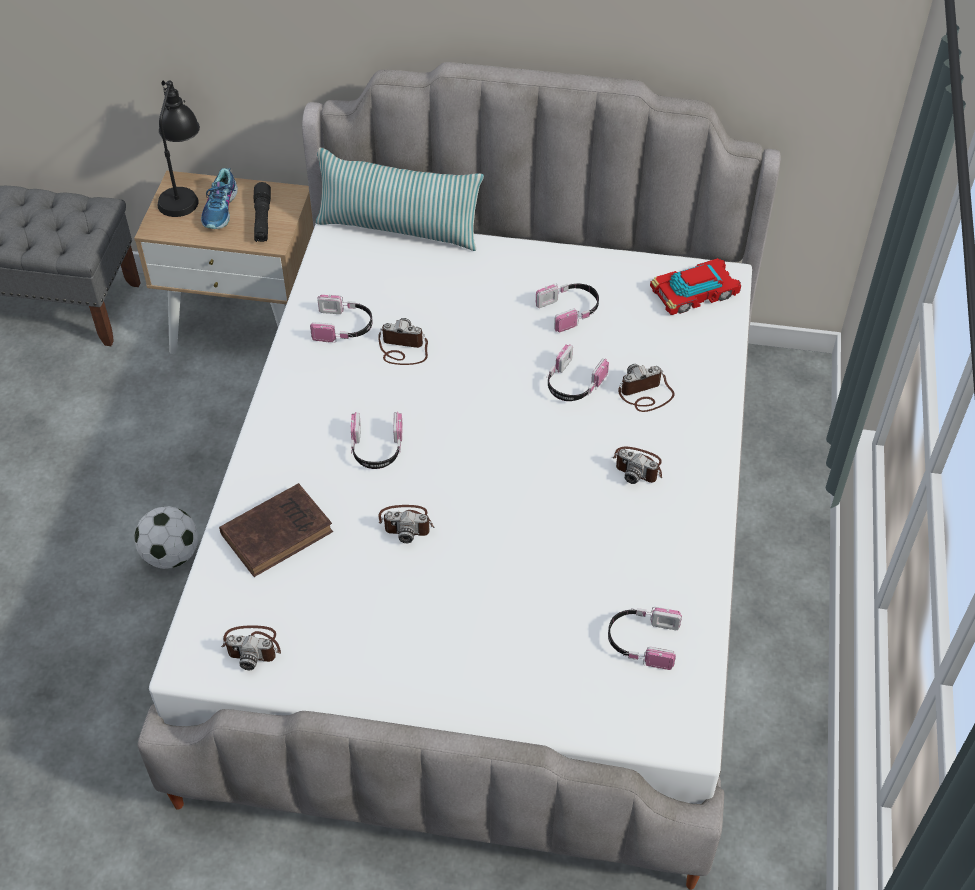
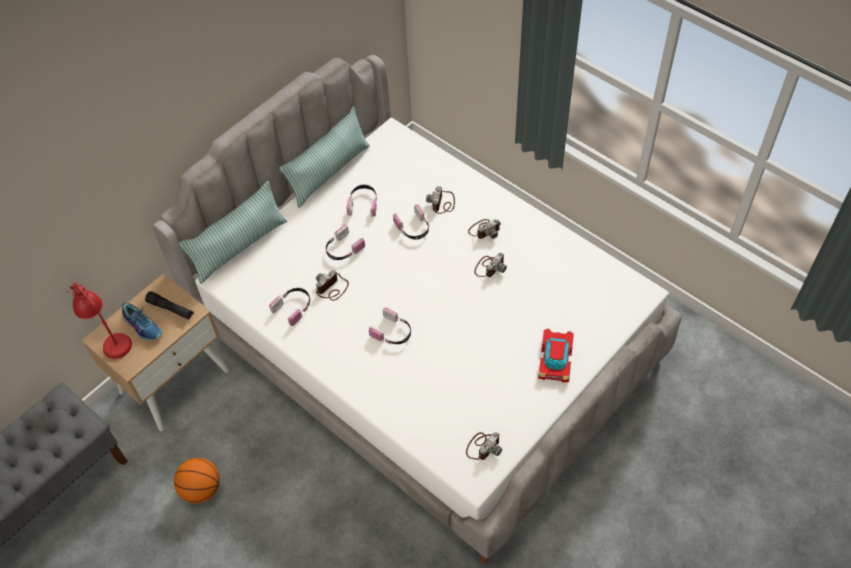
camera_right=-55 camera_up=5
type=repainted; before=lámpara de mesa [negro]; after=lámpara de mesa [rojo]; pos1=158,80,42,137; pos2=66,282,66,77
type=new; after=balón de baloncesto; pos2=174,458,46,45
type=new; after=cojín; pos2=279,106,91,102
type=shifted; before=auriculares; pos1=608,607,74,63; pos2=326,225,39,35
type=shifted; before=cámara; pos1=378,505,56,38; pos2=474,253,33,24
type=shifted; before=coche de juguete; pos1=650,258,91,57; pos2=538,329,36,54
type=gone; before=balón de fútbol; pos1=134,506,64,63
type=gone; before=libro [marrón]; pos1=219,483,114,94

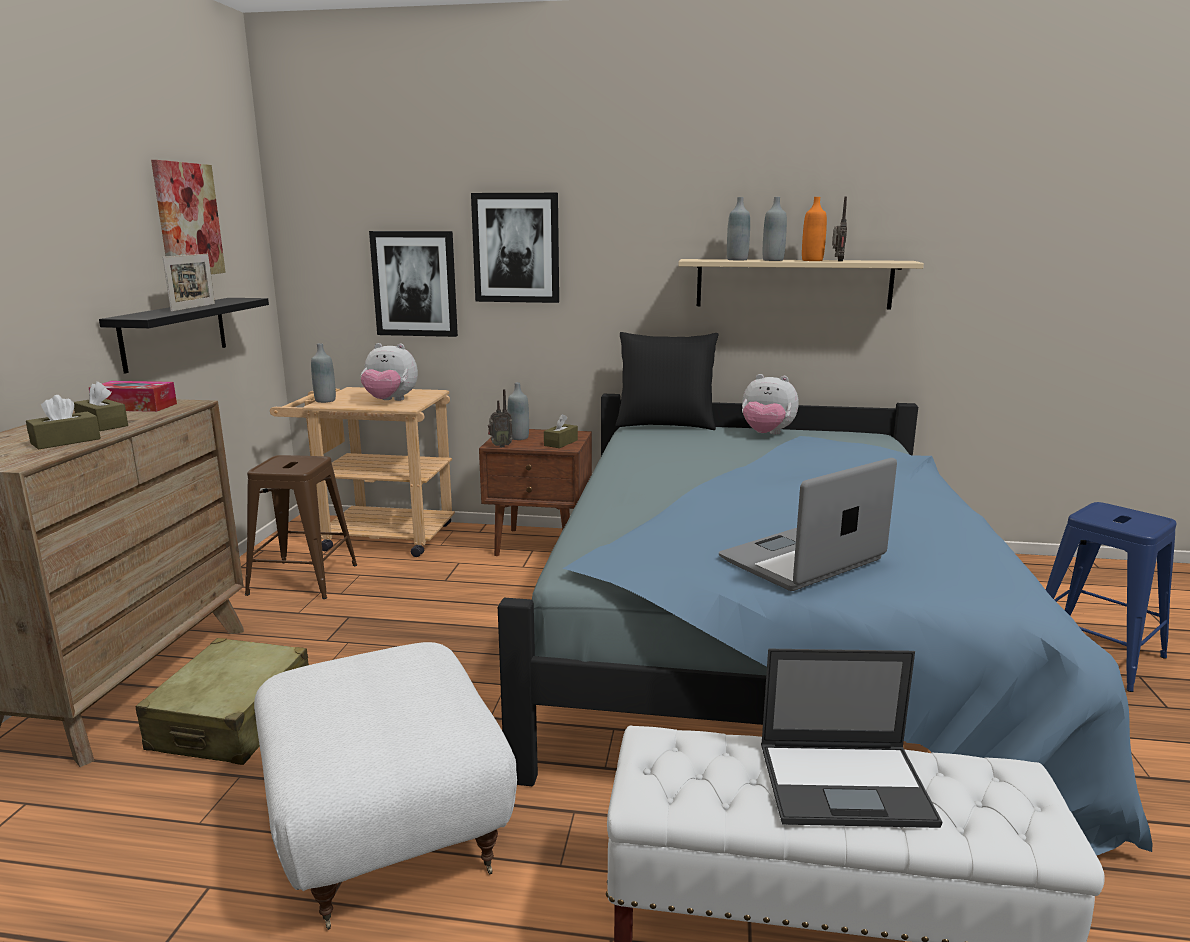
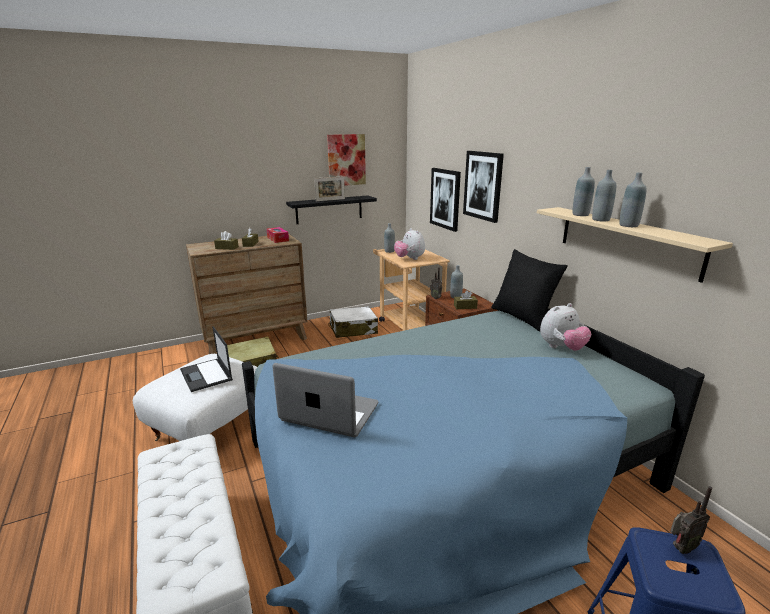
camera_right=55 camera_up=5
type=shifted; before=portátil; pos1=761,649,181,179; pos2=180,326,53,66
type=swapped; before=taburete [marrón]; after=maleta [blanco]; pos1=245,455,112,144; pos2=328,306,50,32
type=rotated; before=peluche; pos1=742,374,57,61; pos2=540,303,52,48; turn=-105
type=repainted; before=botella [naranja]; after=botella [gris]; pos1=802,197,25,64; pos2=619,173,28,54
type=shifted; before=radio; pos1=832,197,15,64; pos2=670,486,42,68

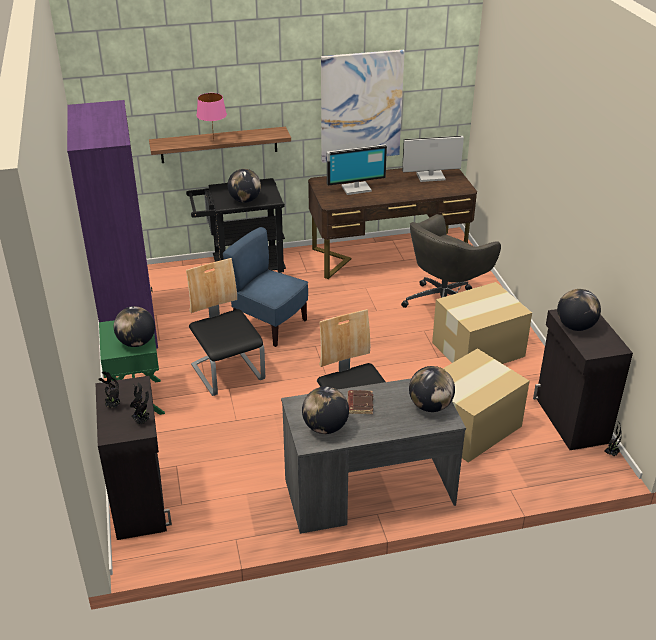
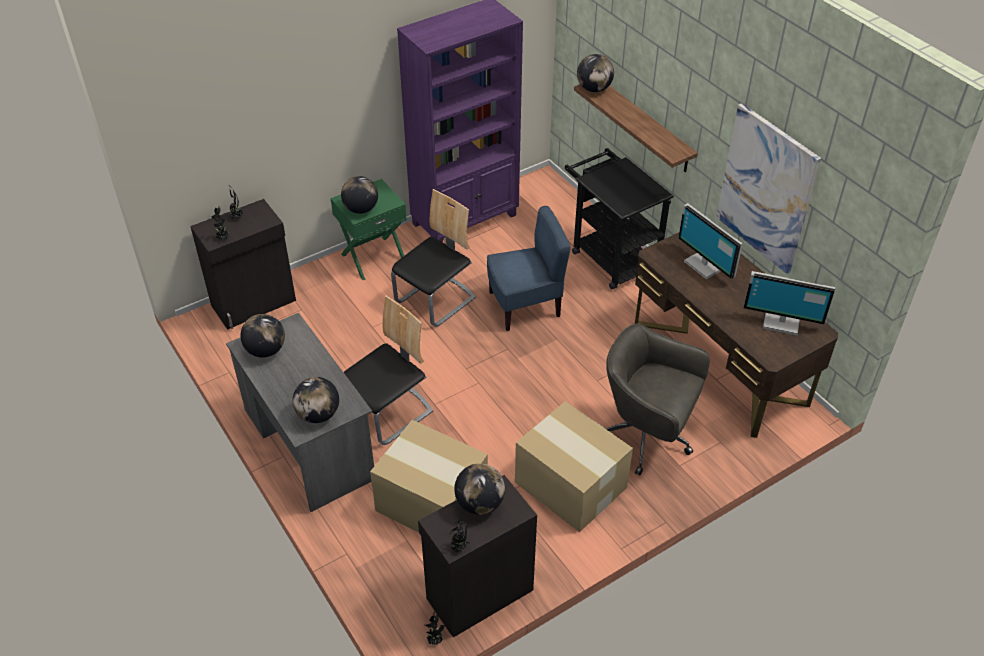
camera_right=70 camera_up=10
type=new; after=planta en maceta; pos2=449,519,19,33
type=rotated; before=silla [azul]; pos1=223,227,85,120; pos2=487,206,84,125; turn=60
type=shifted; before=globo terráqueo; pos1=227,169,34,34; pos2=577,54,37,38
type=rotated; before=monitor; pos1=402,136,62,46; pos2=743,271,92,64; turn=135
type=gone; before=lámpara de mesa [rosa]; pos1=196,93,31,47
type=gone; before=libro [marrón]; pos1=348,390,25,24

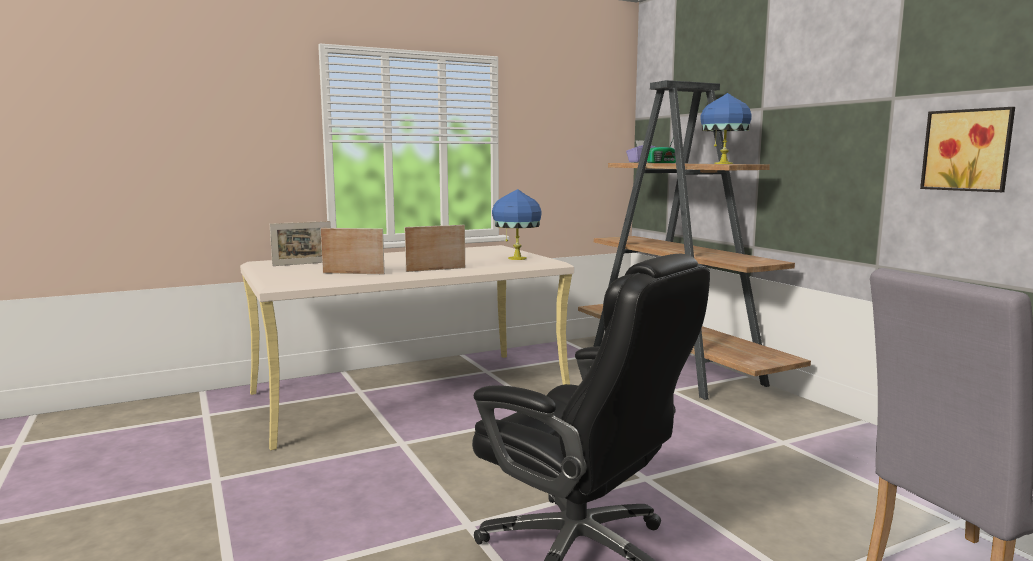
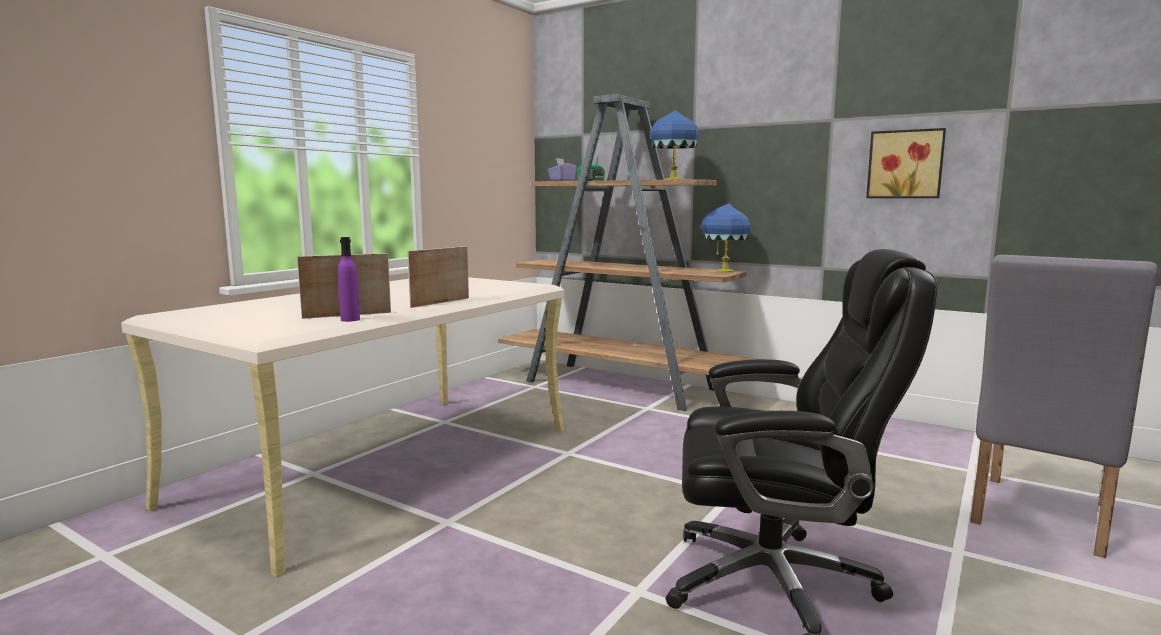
camera_right=-30 camera_up=0
type=new; after=botella [morado]; pos2=338,237,22,85
type=shifted; before=lámpara de mesa [azul]; pos1=492,189,50,71; pos2=701,203,50,69
type=gone; before=portarretratos; pos1=270,221,61,45

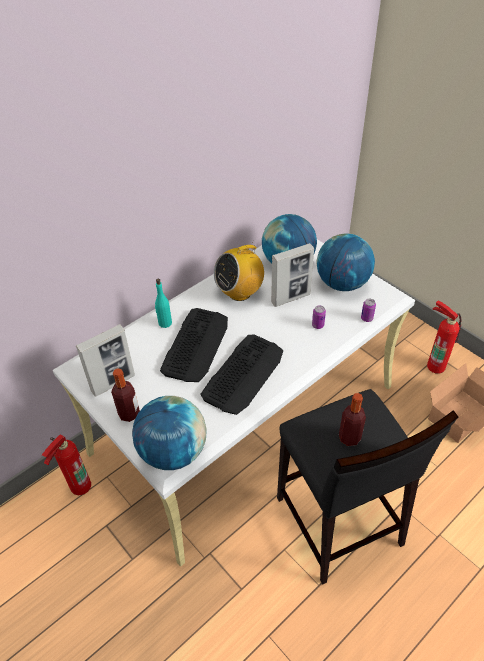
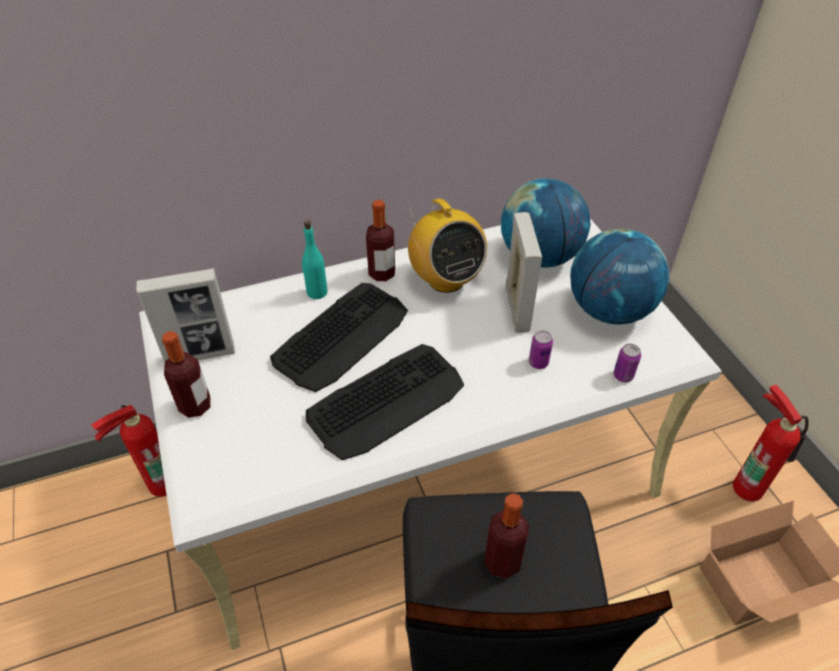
camera_right=20 camera_up=0
type=new; after=botella; pos2=366,200,29,81
type=rotated; before=radio; pos1=214,240,50,61; pos2=408,199,79,94; turn=-105
type=rotated; before=portarretratos; pos1=271,243,43,64; pos2=505,212,37,121; turn=-90
type=gone; before=globo terráqueo; pos1=132,396,75,74

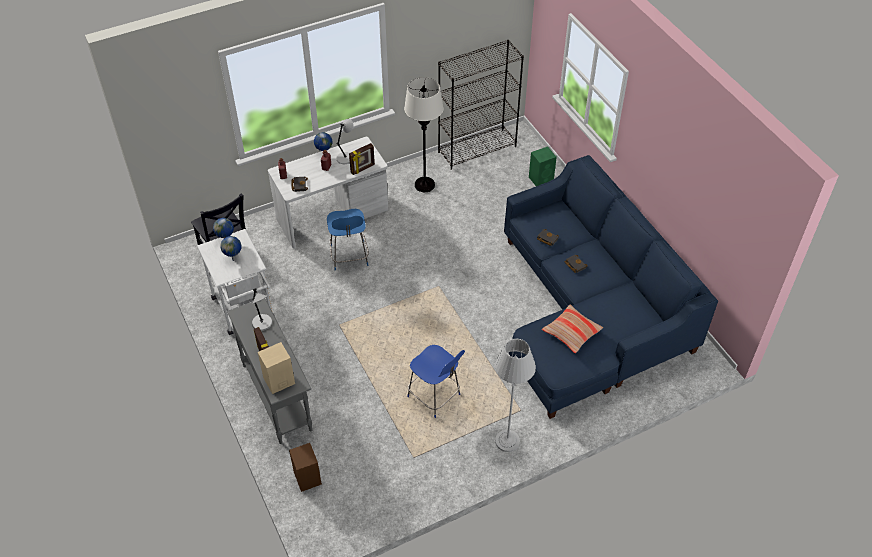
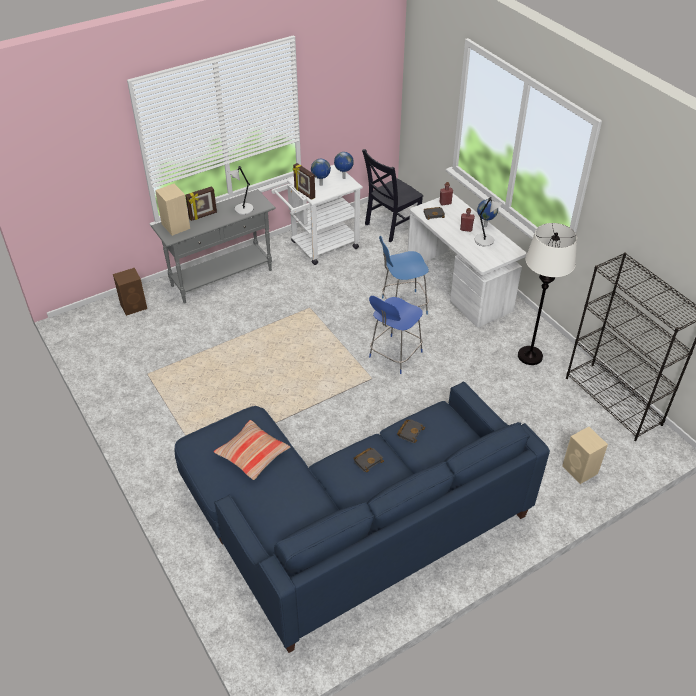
camera_right=85 camera_up=-5
type=shifted; before=portarretratos; pos1=349,143,26,32; pos2=293,163,22,37
type=shifted; before=silla [azul]; pos1=407,345,58,73; pos2=369,296,54,78
type=repainted; before=altavoz [verde]; after=altavoz [beis]; pos1=529,146,28,40; pos2=562,427,46,57
type=gone; before=lámpara de pie [gris]; pos1=495,339,41,113

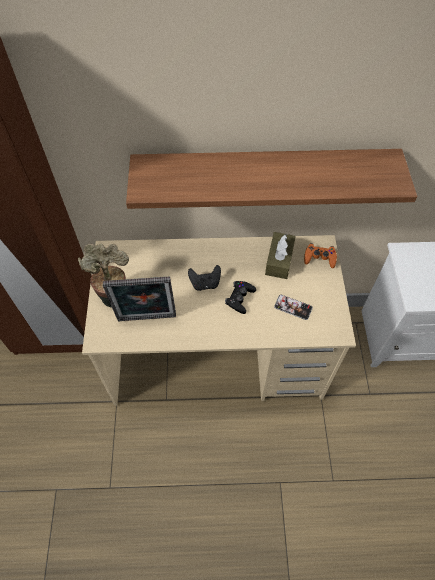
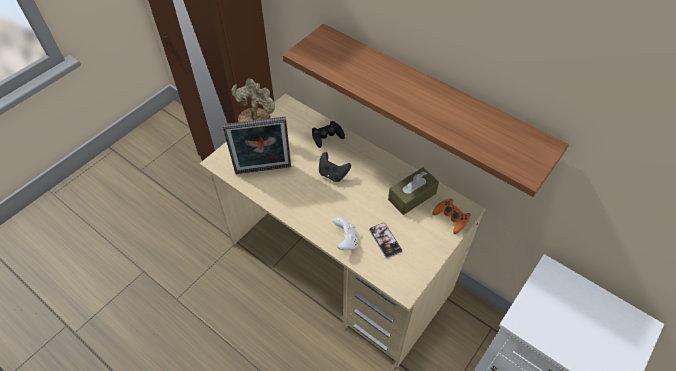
camera_right=40 camera_up=-5
type=rotated; before=portarretratos; pos1=103,277,73,44; pos2=223,117,68,57; turn=-45
type=shifted; before=mando de consola [negro]; pos1=225,281,31,33; pos2=312,121,33,27
type=new; after=mando de consola [blanco]; pos2=333,217,26,33

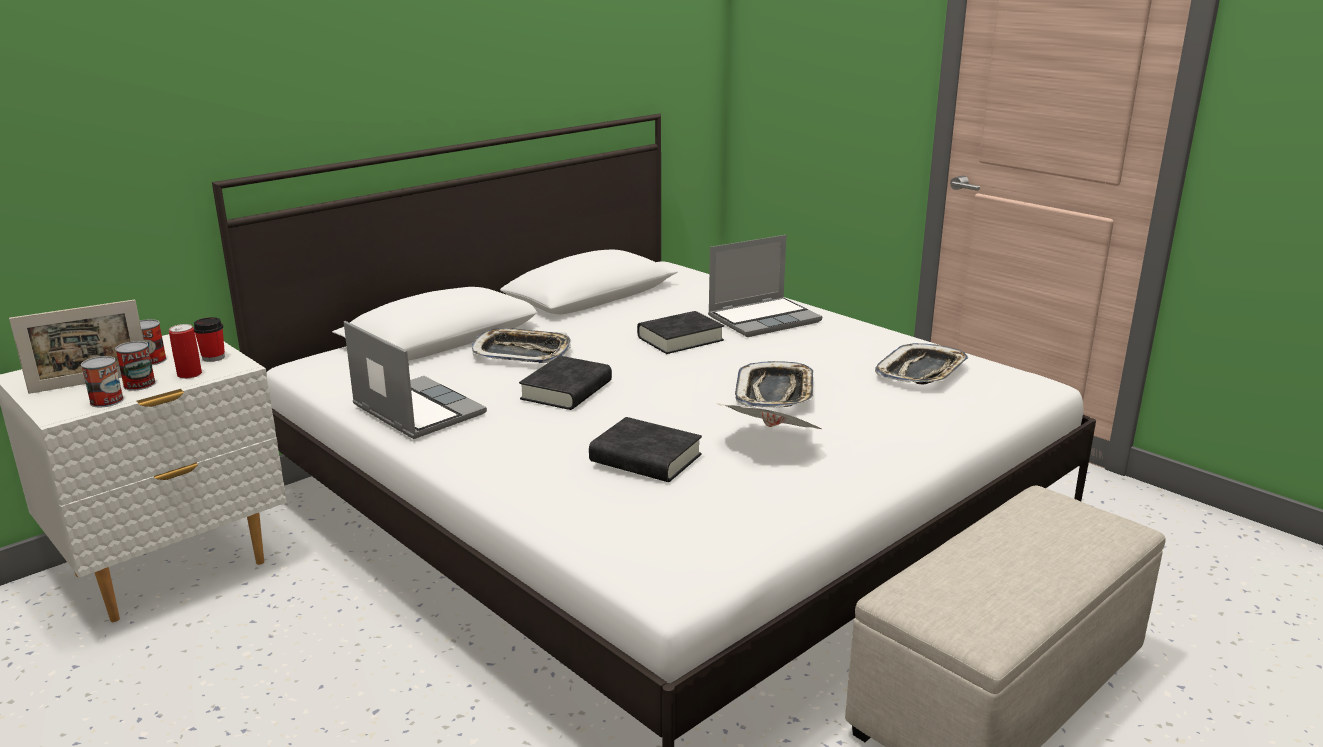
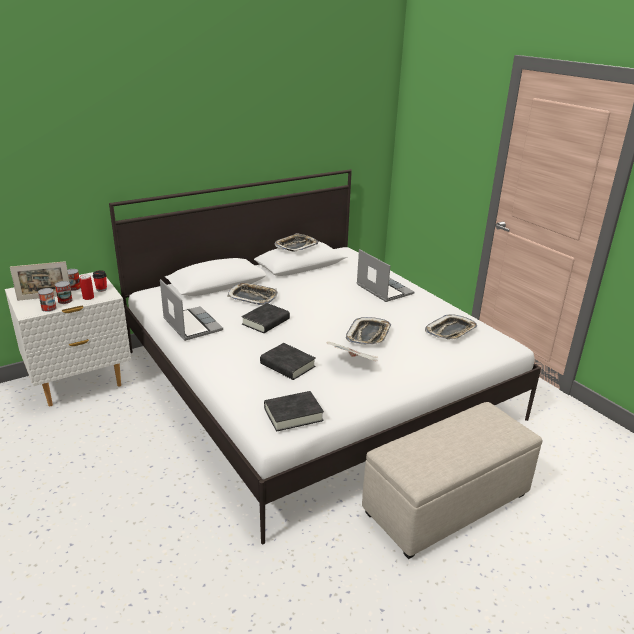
camera_right=10 camera_up=5
type=shifted; before=libro [negro]; pos1=637,311,87,43; pos2=264,391,60,41
type=new; after=bandeja; pos2=275,233,43,18
type=rotated; before=portátil; pos1=708,235,114,102; pos2=357,249,58,53; turn=-105

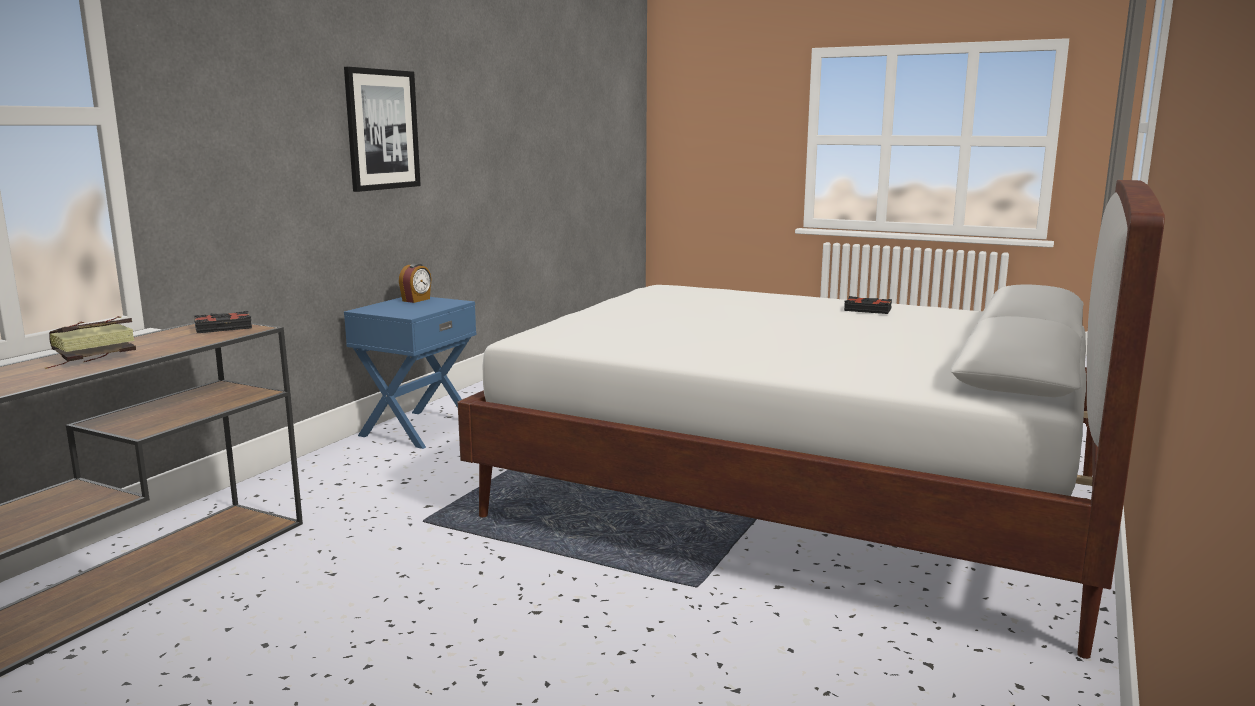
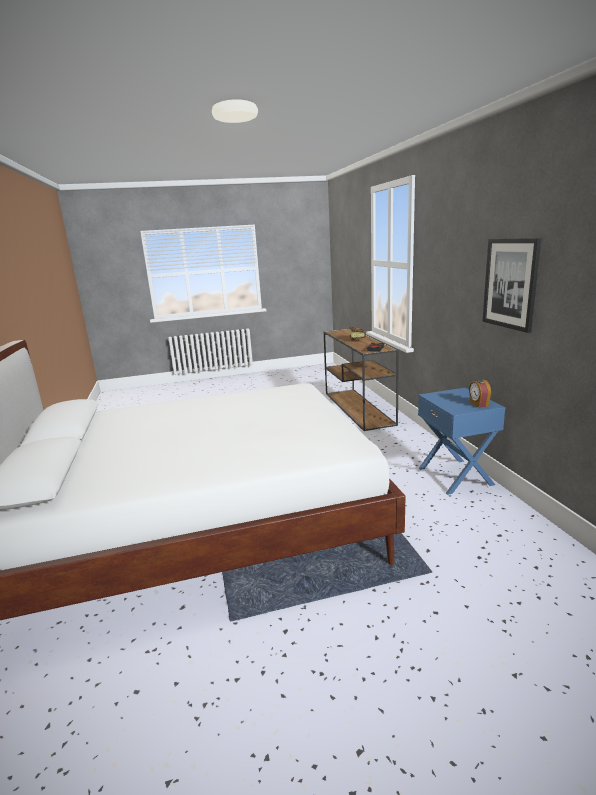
camera_right=140 camera_up=5
type=gone; before=libro [negro]; pos1=844,296,48,18

